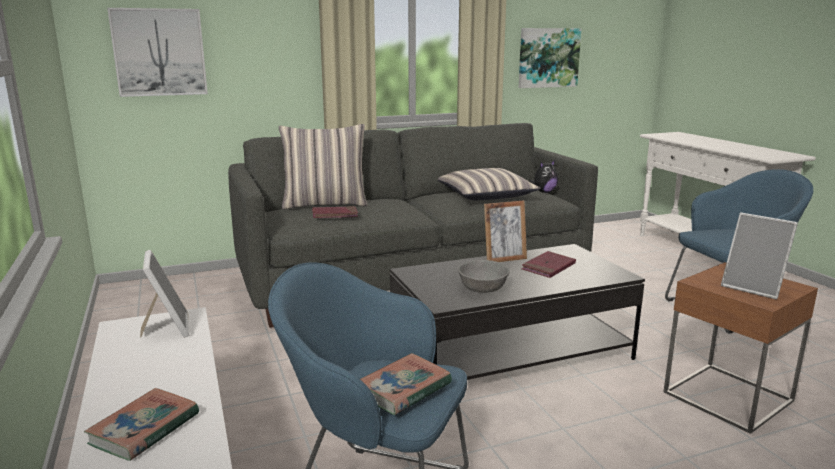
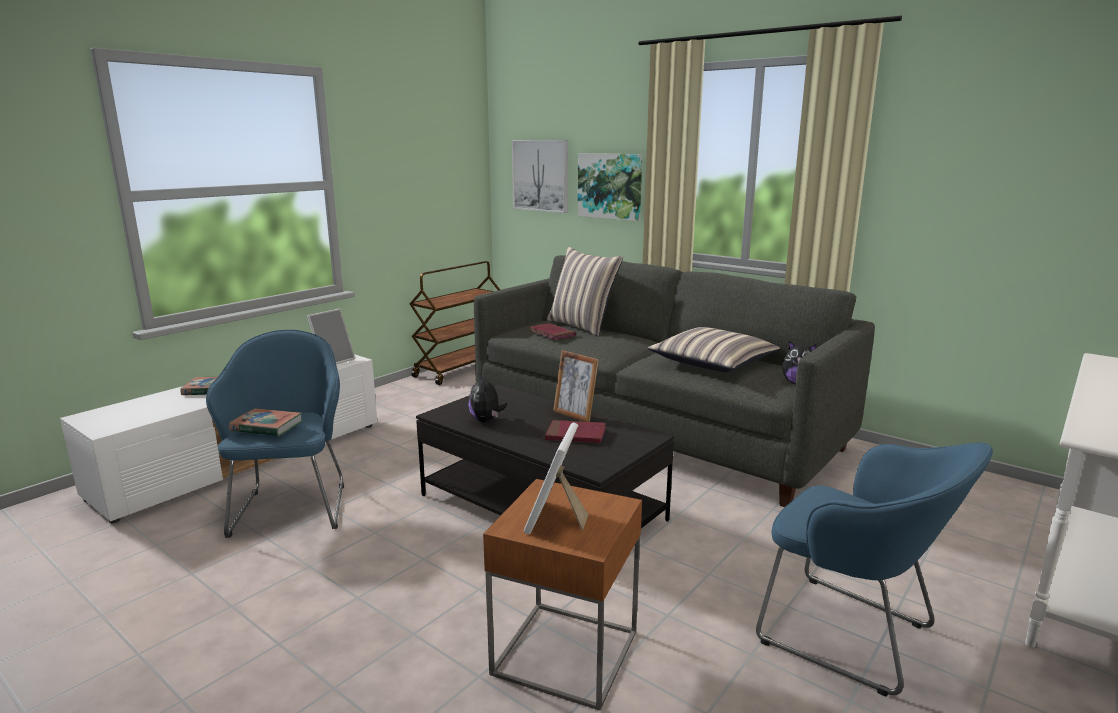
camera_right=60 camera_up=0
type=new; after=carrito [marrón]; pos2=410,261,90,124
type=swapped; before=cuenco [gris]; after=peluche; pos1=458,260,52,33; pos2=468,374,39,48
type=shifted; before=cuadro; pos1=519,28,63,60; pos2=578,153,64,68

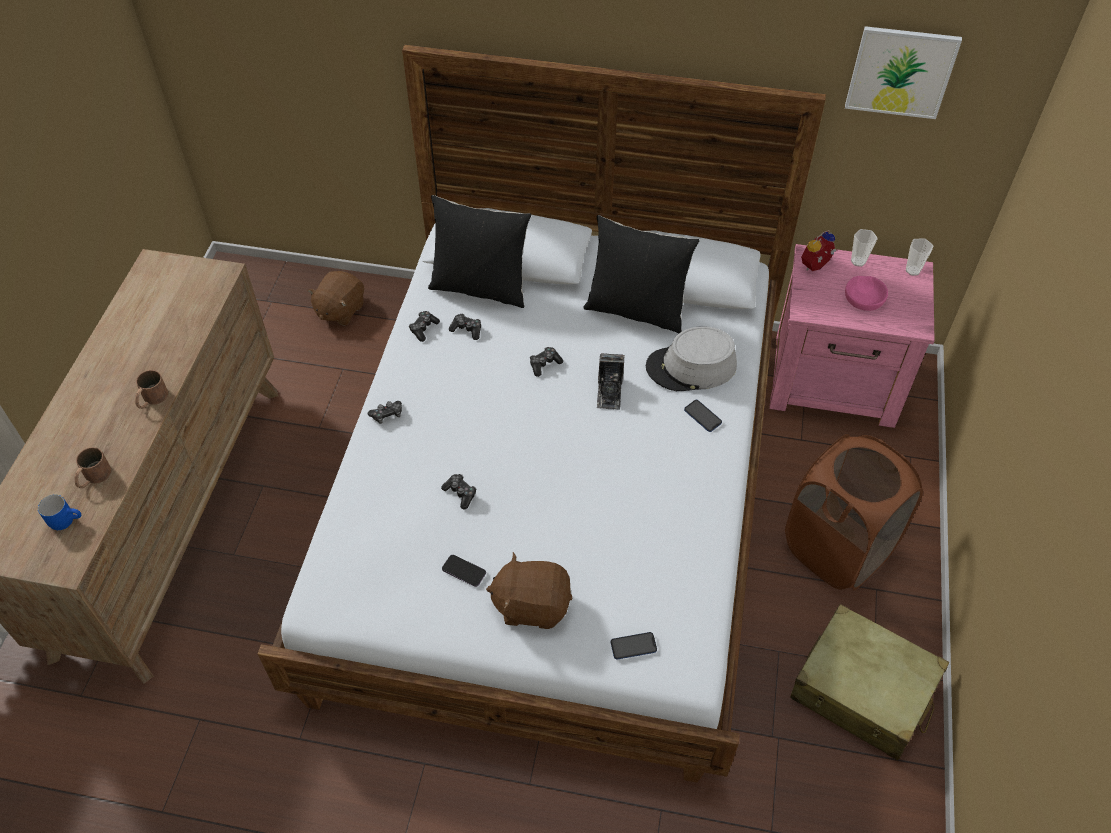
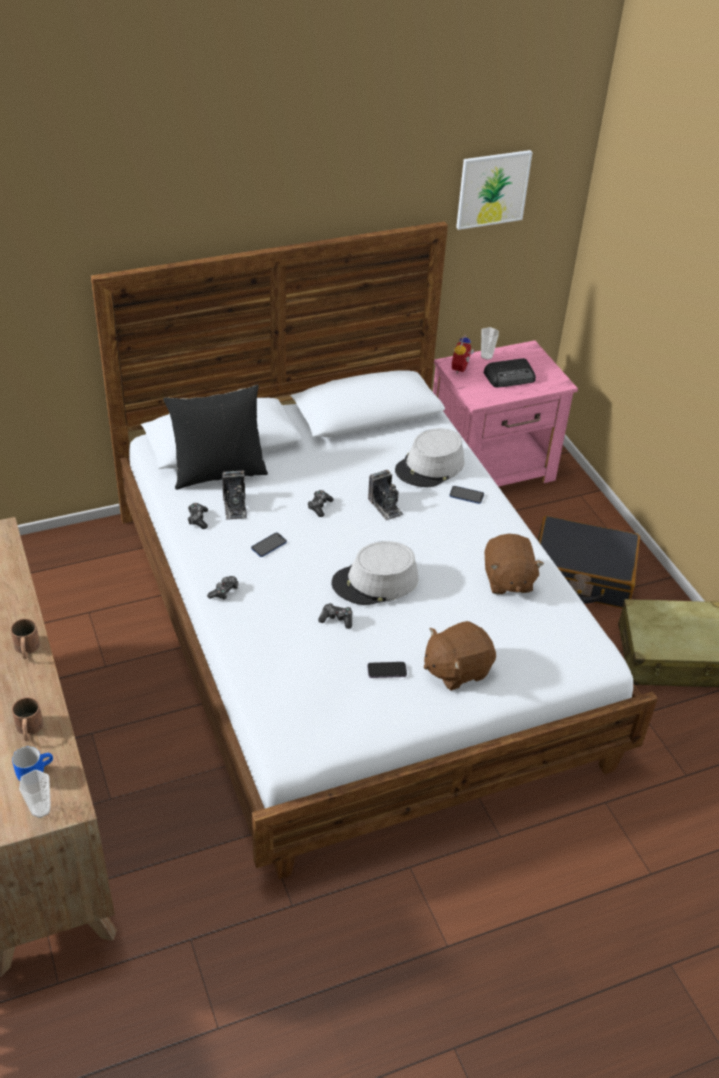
camera_right=-35 camera_up=-10
type=shifted; before=taza; pos1=906,238,28,38; pos2=19,770,32,48
type=swapped; before=mando de consola; after=cámara; pos1=449,313,32,27; pos2=222,470,25,50
type=shifted; before=móvil; pos1=610,632,47,28; pos2=251,533,36,24
type=new; after=sombrero [gris]; pos2=332,541,86,64
type=swapped; before=cuenco [rosa]; after=radio; pos1=845,276,43,35; pos2=484,358,52,30
type=shifted; before=peluche [marrón]; pos1=307,271,57,55; pos2=484,534,60,60
type=swapped; before=cesto de la ropa [marrón]; after=maleta [negro]; pos1=785,434,138,157; pos2=538,516,102,92
type=gone; before=cojín [negro]; pos1=583,215,117,118

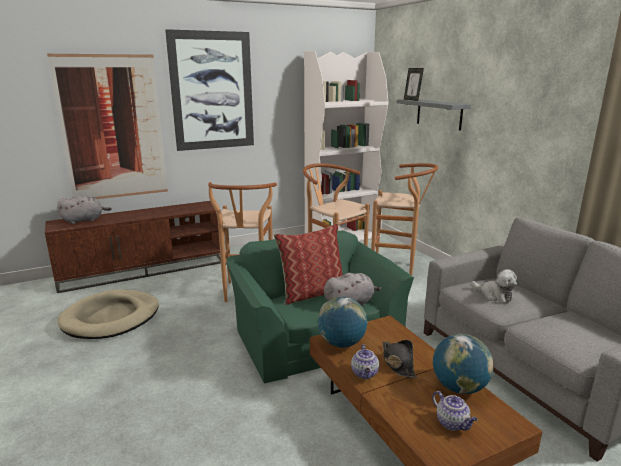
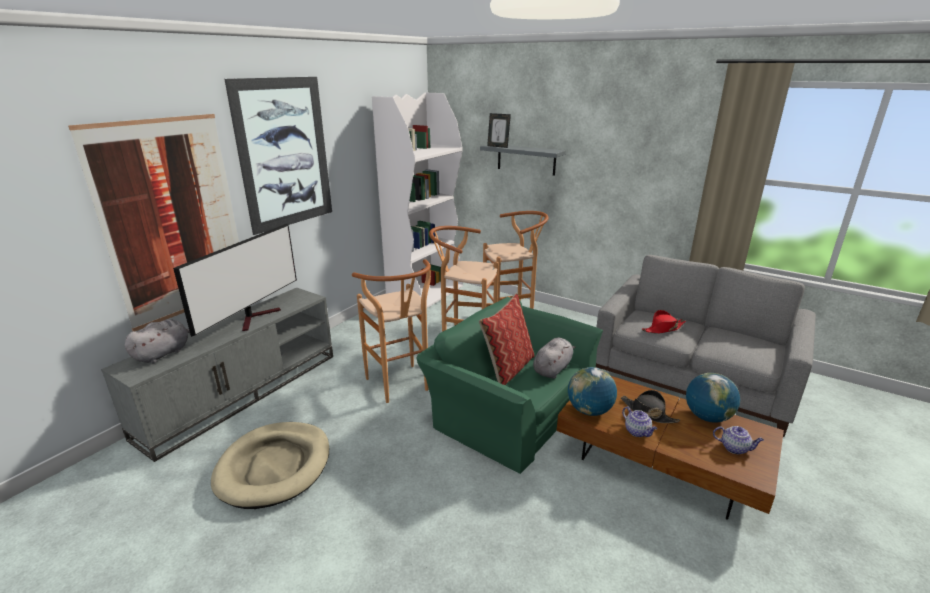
camera_right=-30 camera_up=5
type=repainted; before=mueble de televisión [marrón]; after=mueble de televisión [gris]; pos1=45,201,176,92; pos2=101,288,232,174
type=new; after=televisor; pos2=173,224,124,113
type=swapped; before=peluche; after=sombrero [rojo]; pos1=471,269,47,34; pos2=642,310,44,24

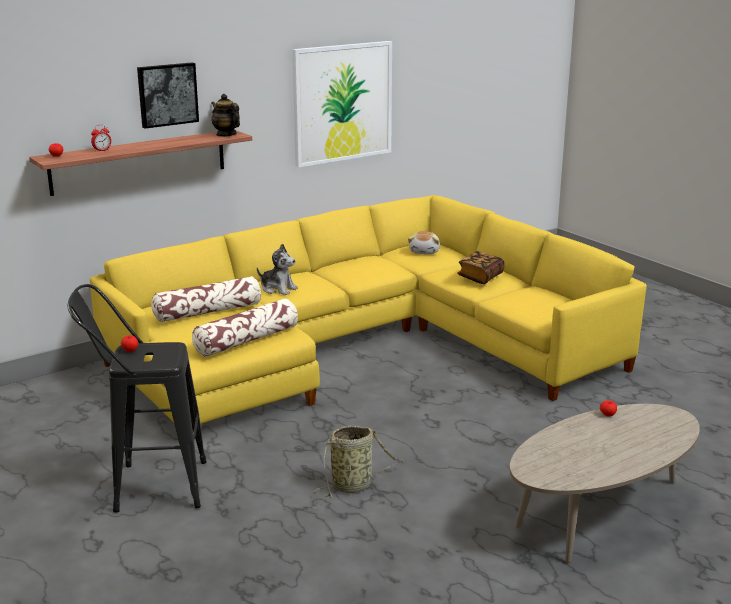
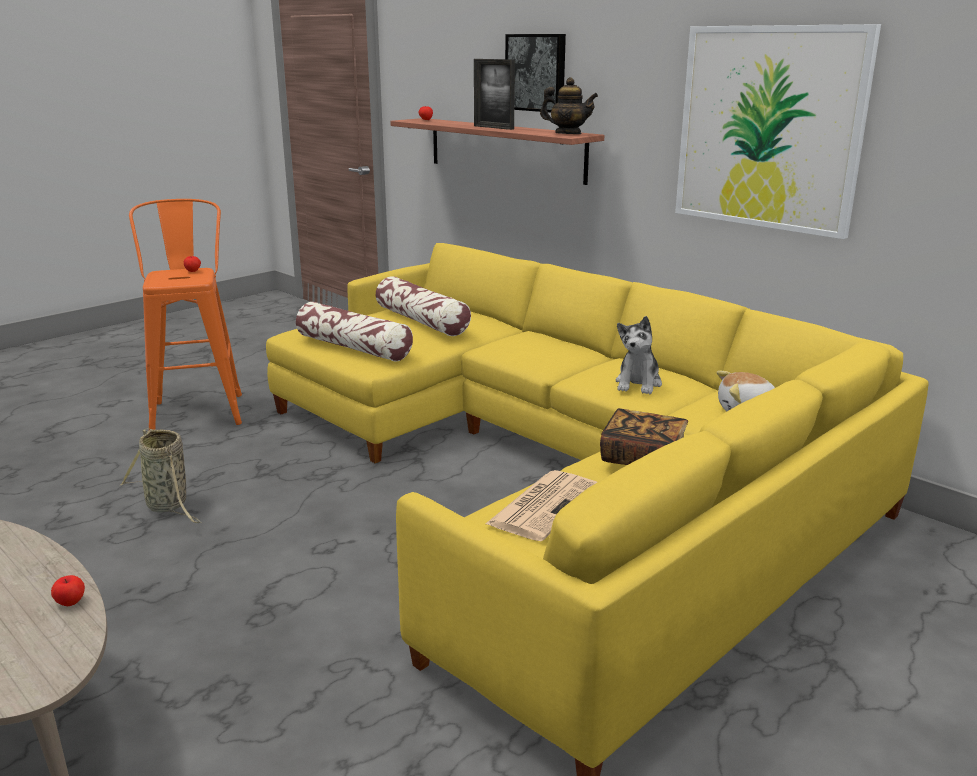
camera_right=80 camera_up=0
type=repainted; before=taburete [negro]; after=taburete [naranja]; pos1=67,284,140,229; pos2=129,199,113,231
type=new; after=portarretratos; pos2=474,59,41,71
type=new; after=periódico; pos2=486,470,111,71
type=rotated; before=tetera; pos1=211,94,29,43; pos2=540,77,58,57; turn=75
type=shifted; before=peluche; pos1=257,243,41,52; pos2=616,316,46,78
type=gone; before=despertador; pos1=91,125,20,27

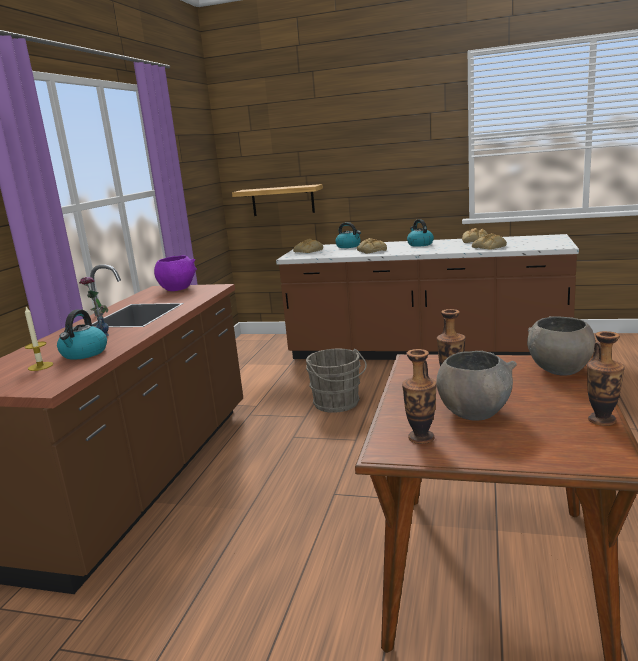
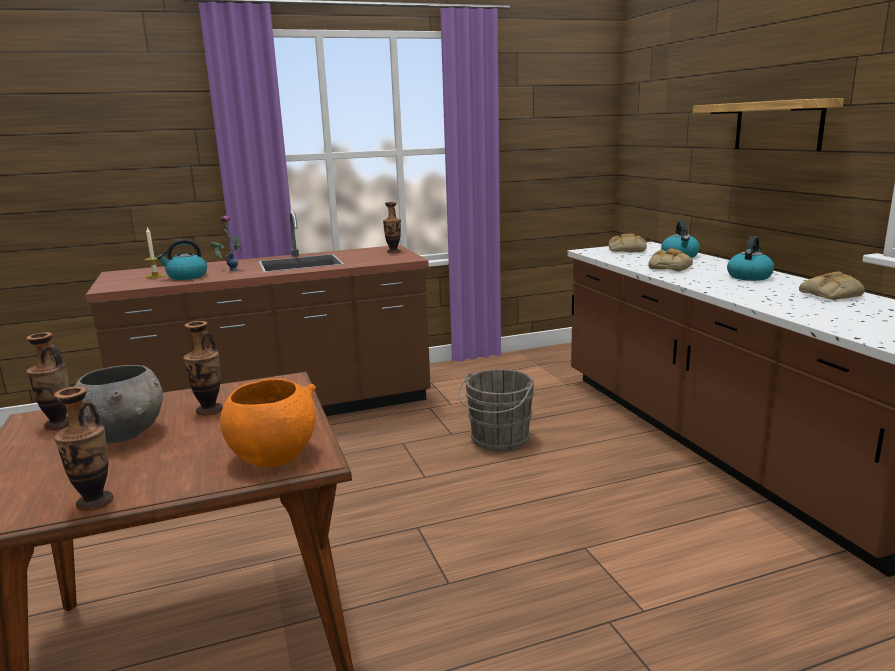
camera_right=55 camera_up=0
type=repainted; before=cuenco [gris]; after=cuenco [naranja]; pos1=527,316,68,60; pos2=220,378,96,89
type=swapped; before=cuenco [morado]; after=florero; pos1=154,255,43,36; pos2=383,202,18,51
type=shifted; before=estante; pos1=232,184,91,32; pos2=693,98,151,53
type=gone; before=pan; pos1=472,233,35,17

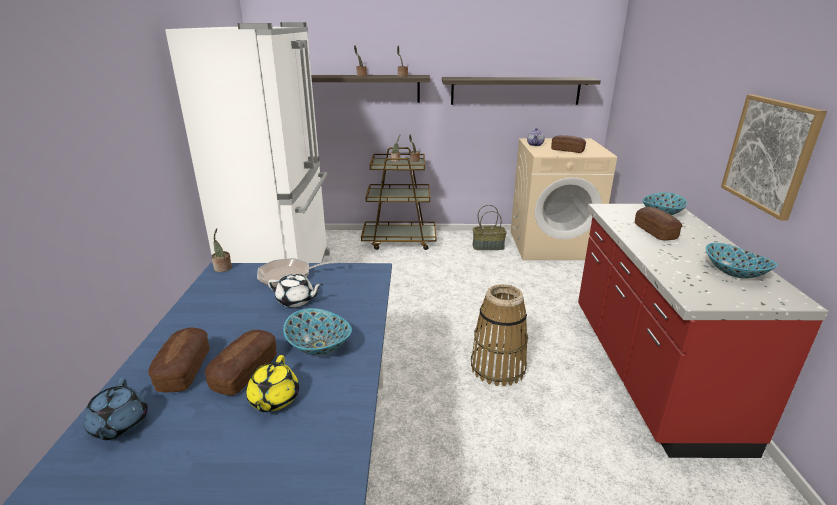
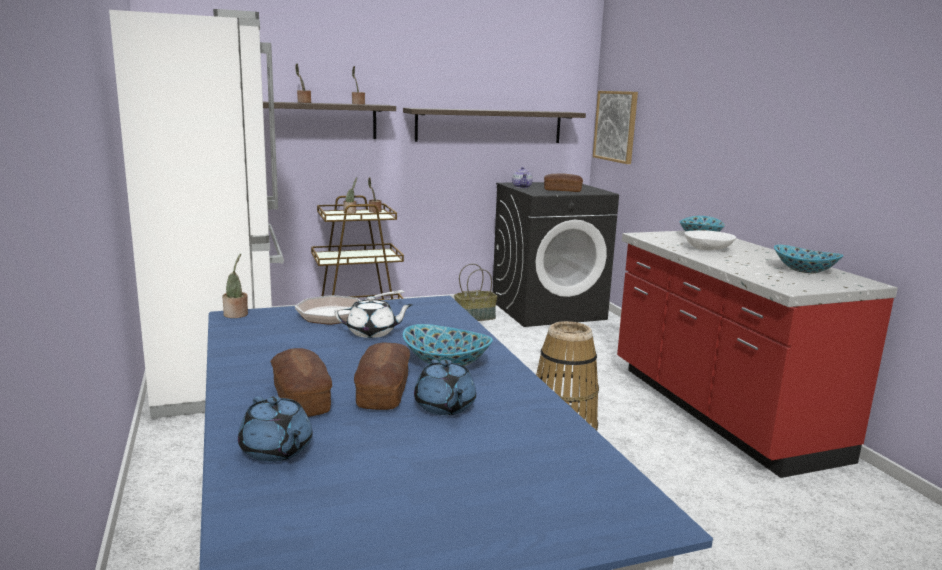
camera_right=-20 camera_up=-10
type=repainted; before=tetera [amarillo]; after=tetera [azul]; pos1=246,355,53,57; pos2=414,360,62,55
type=repainted; before=lavadora [beis]; after=lavadora [negro]; pos1=511,138,106,122; pos2=492,182,127,145
type=shifted; before=cuadro; pos1=721,95,106,126; pos2=593,91,45,73
type=swapped; before=pan; after=cuenco [blanco]; pos1=635,207,47,33; pos2=684,230,52,20

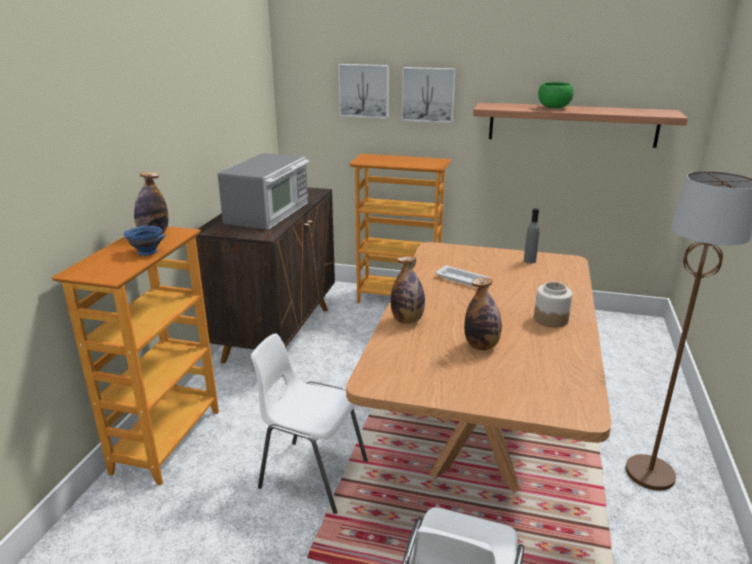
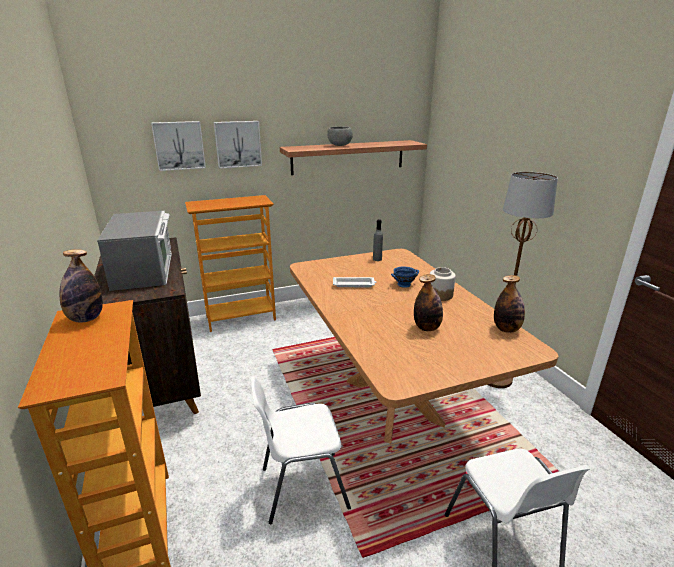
camera_right=-35 camera_up=0
type=repainted; before=cuenco [verde]; after=cuenco [gris]; pos1=538,82,36,26; pos2=327,126,26,20
type=shifted; before=cuenco [azul]; pos1=124,226,41,30; pos2=391,267,28,21
type=shifted; before=botella; pos1=391,256,34,68; pos2=494,275,31,58

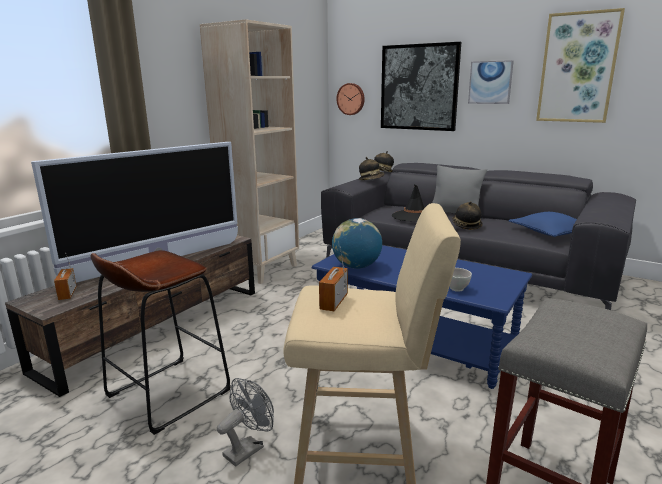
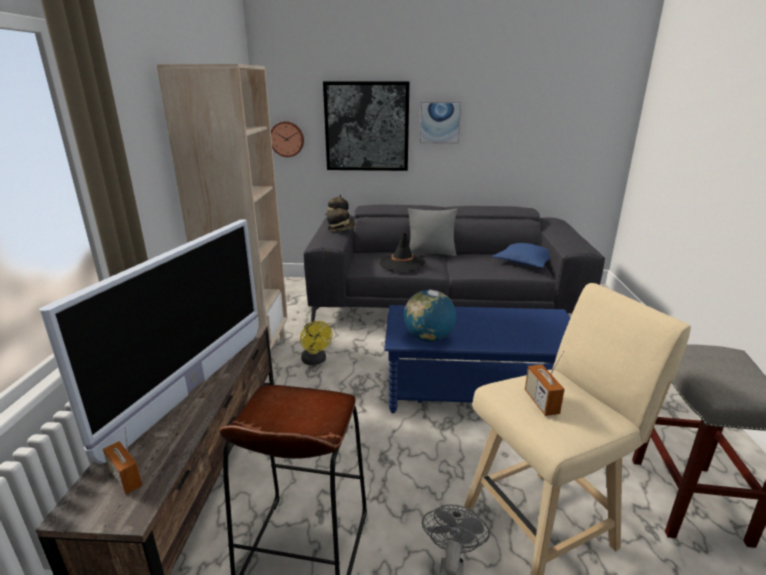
camera_right=-30 camera_up=5
type=new; after=ventilador [amarillo]; pos2=300,321,32,44
type=gone; before=cuenco [blanco]; pos1=450,268,22,24
type=gone; before=sombrero; pos1=452,201,31,29
type=gone; before=cuadro; pos1=536,8,89,115

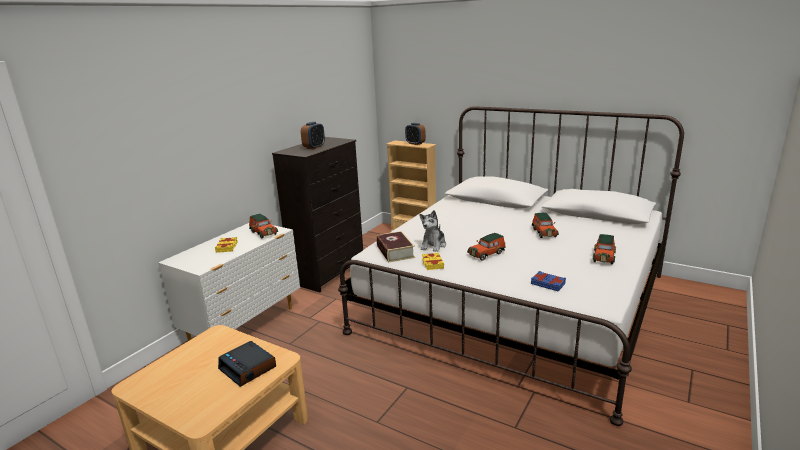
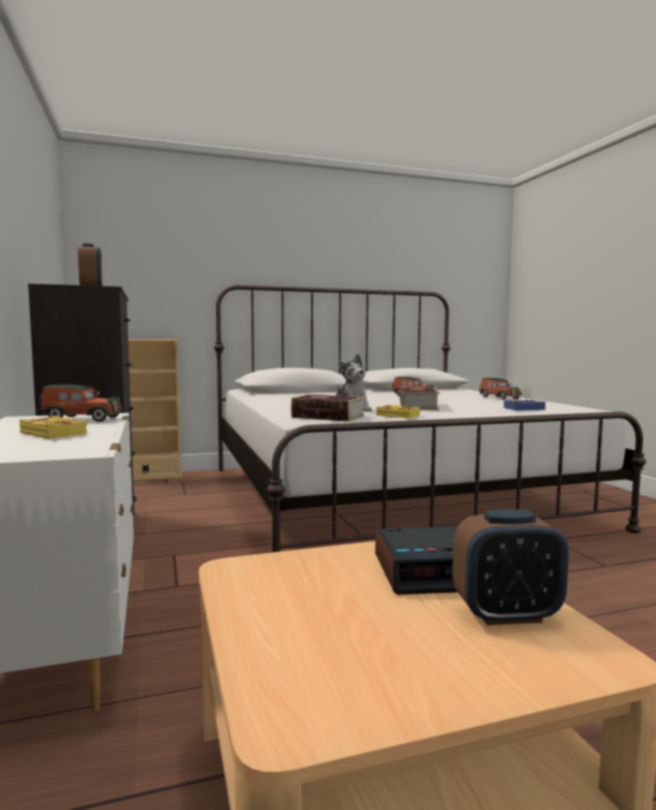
camera_right=-50 camera_up=-15
type=swapped; before=coche de juguete; after=libro; pos1=467,233,39,28; pos2=400,388,40,22
type=shifted; before=despertador; pos1=405,123,21,22; pos2=453,509,116,116

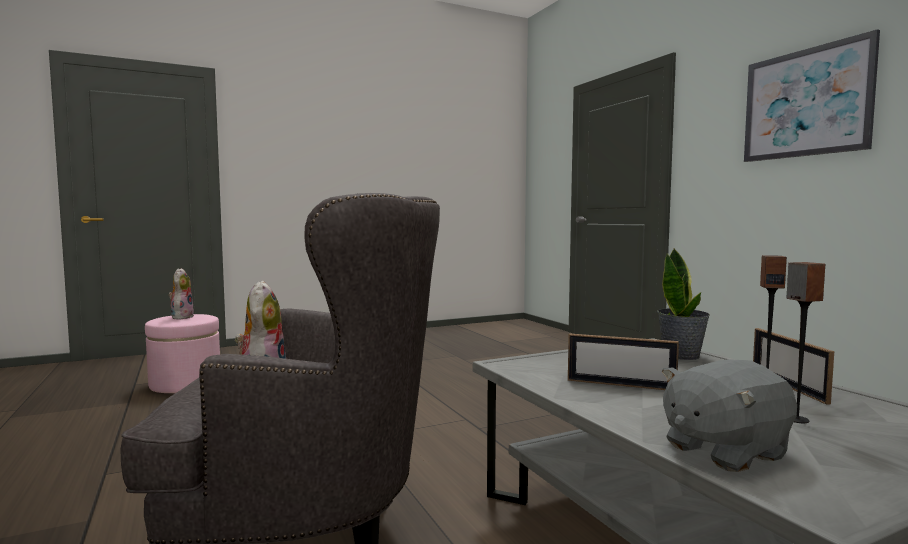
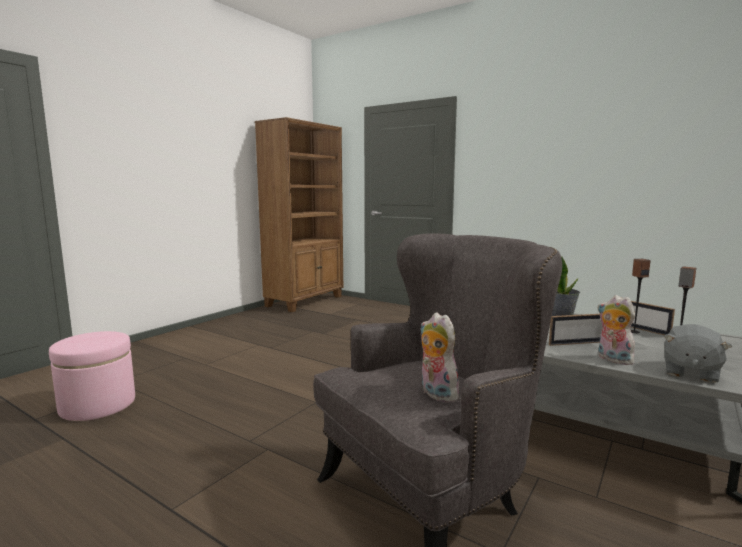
camera_right=-30 camera_up=5
type=new; after=estantería [marrón]; pos2=255,117,88,195
type=shifted; before=peluche; pos1=168,268,26,52; pos2=597,295,38,70
type=gone; before=cuadro; pos1=744,29,136,133

